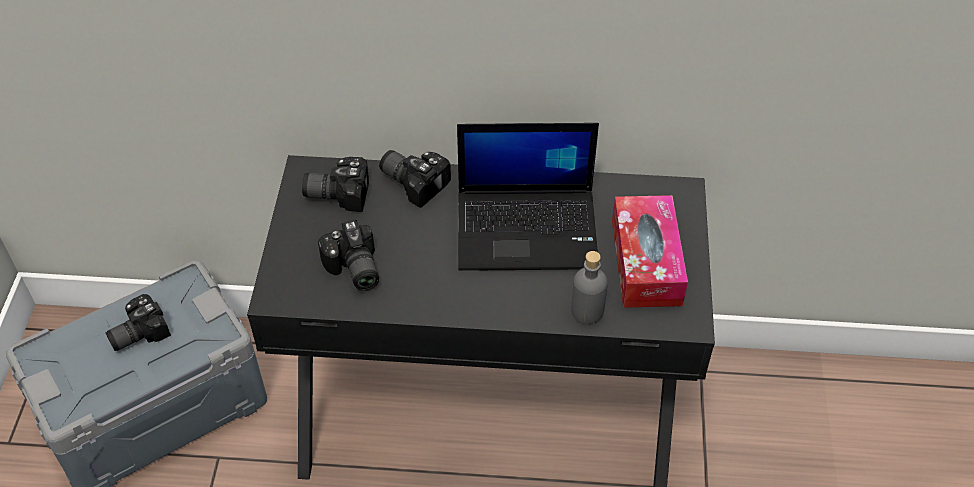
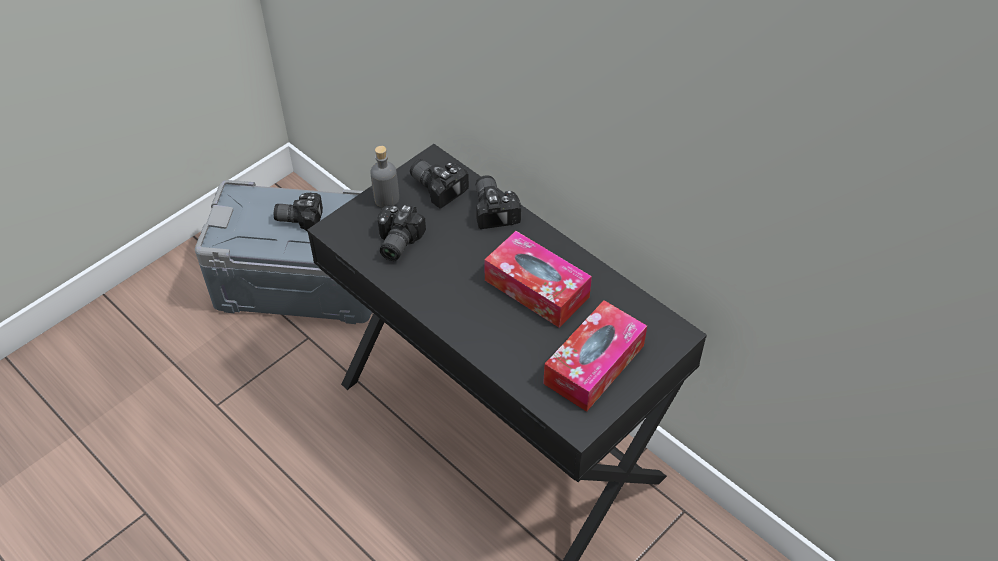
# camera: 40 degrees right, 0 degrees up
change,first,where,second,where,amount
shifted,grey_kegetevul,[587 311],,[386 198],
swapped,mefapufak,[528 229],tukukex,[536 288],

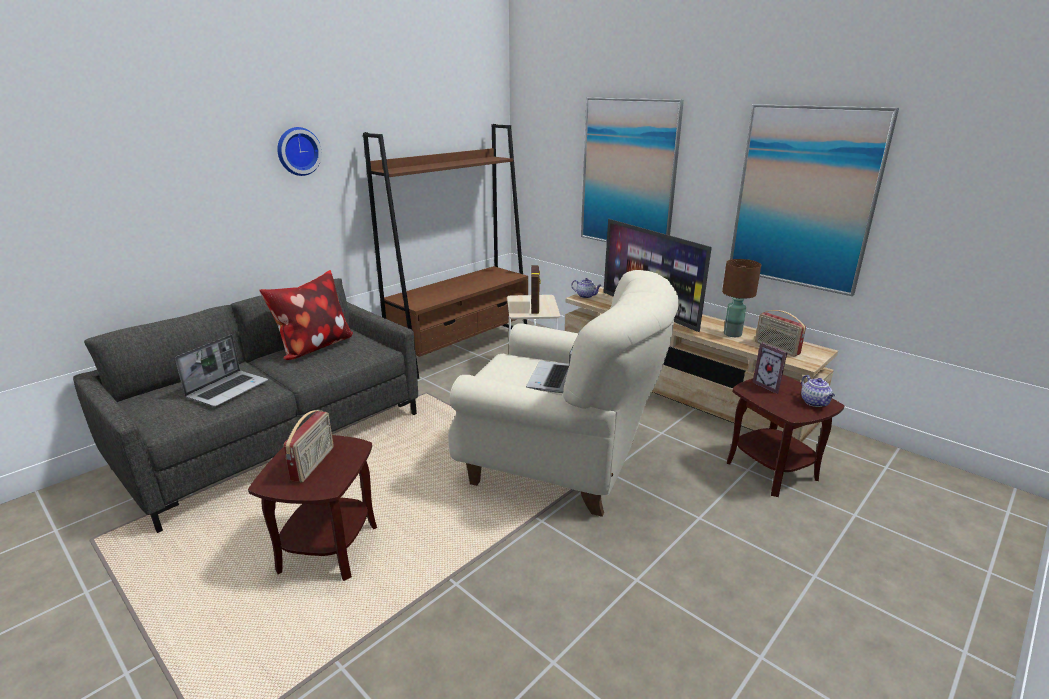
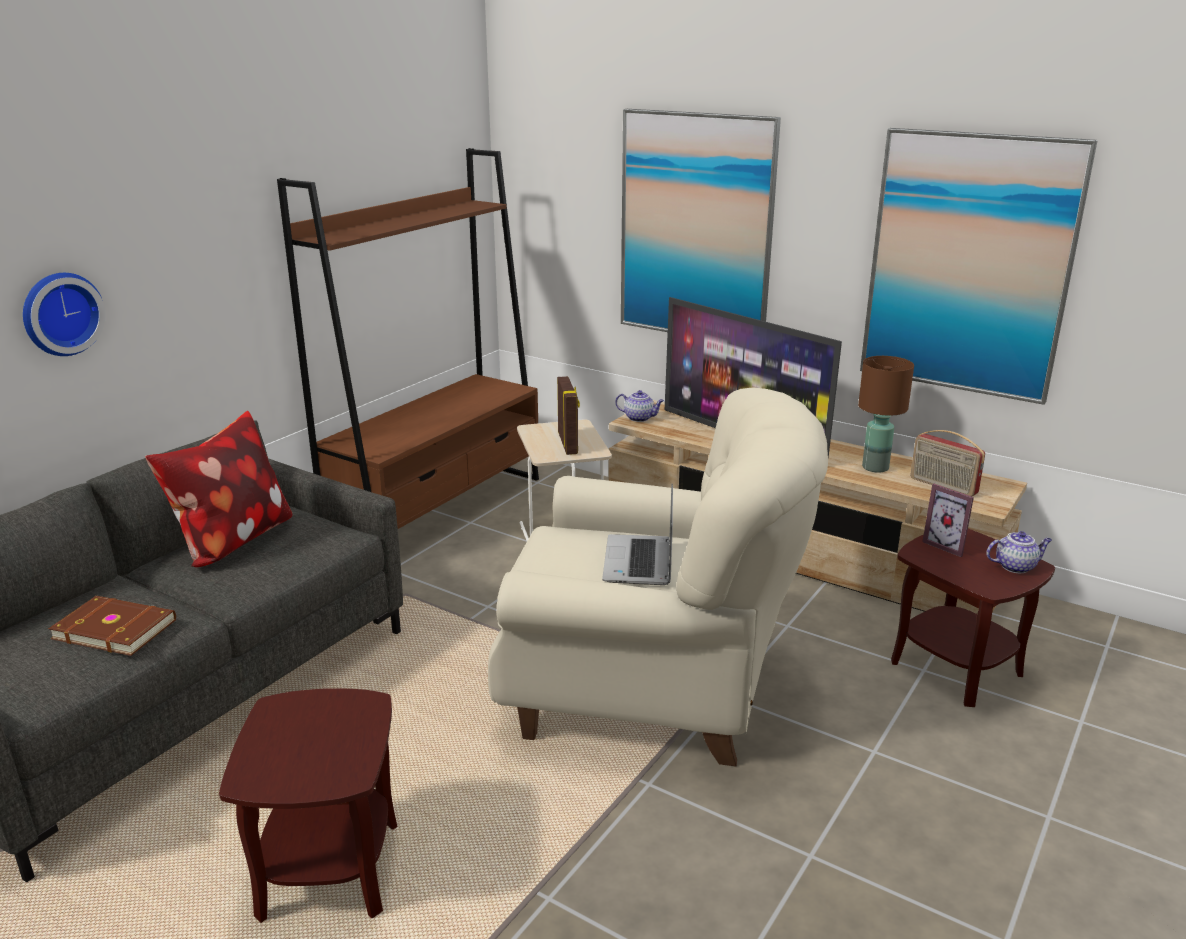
# camera: 10 degrees left, 0 degrees up
change,first,where,second,where,amount
gone,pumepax,[314 464],,,
shifted,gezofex,[298 151],,[60 313],
swapped,mefapufak,[228 389],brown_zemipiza,[115 628],
rotated,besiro,[815 403],,[1015 566],75 degrees counterclockwise

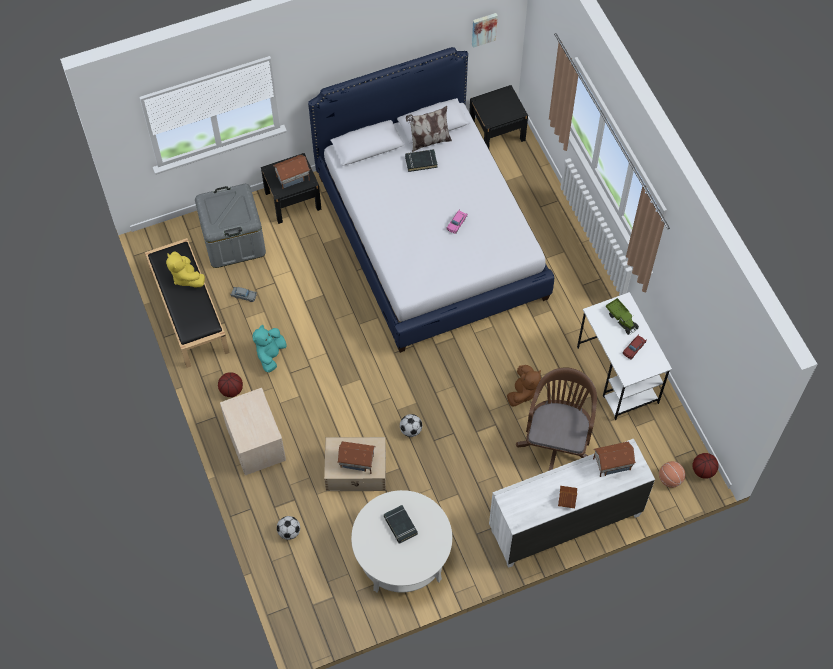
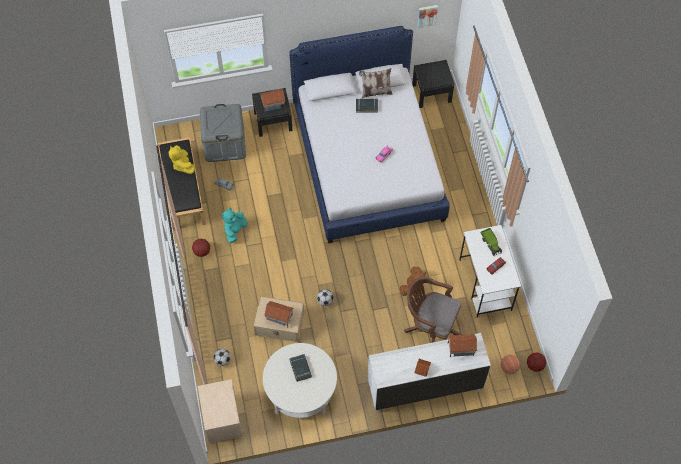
# camera: 10 degrees right, 0 degrees up
change,first,where,second,where,amount
shifted,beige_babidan,[255 442],,[222 418],
rotated,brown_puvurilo,[556 441],,[430 326],90 degrees counterclockwise

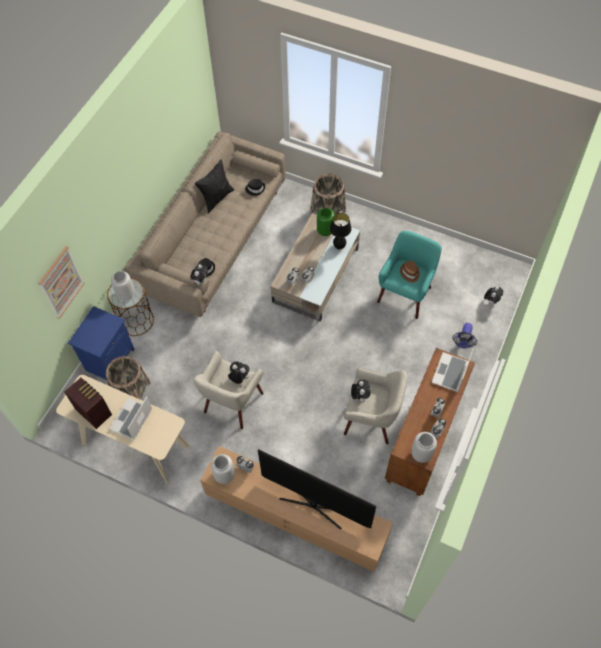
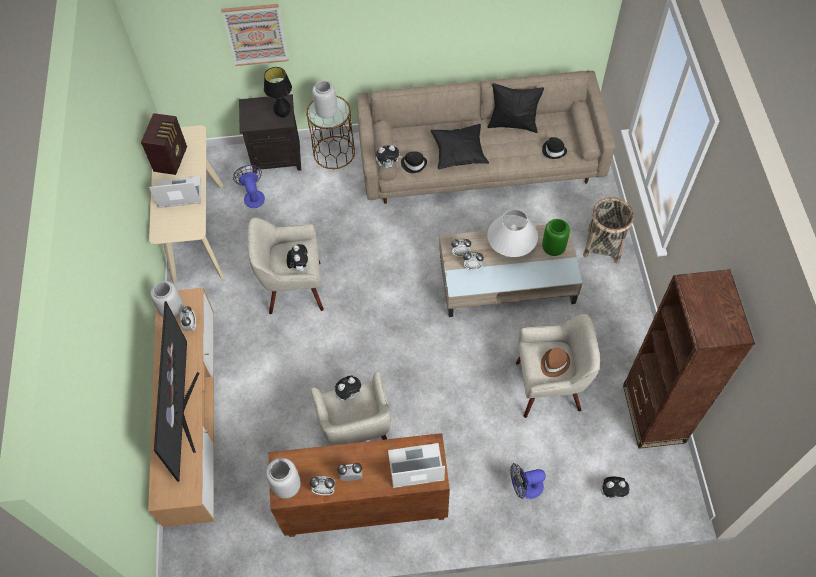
# camera: 60 degrees right, 0 degrees up
change,first,where,second,where,amount
new,,,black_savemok,[459 154],
new,,,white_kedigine,[510 247],
new,,,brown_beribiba,[653 414],
shifted,black_kedigine,[339 247],,[283 115],
swapped,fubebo,[132 392],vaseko,[253 196],
repainted,blue_babidan,[109 359],black_babidan,[277 157],
repainted,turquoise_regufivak,[405 294],beige_regufivak,[549 387],

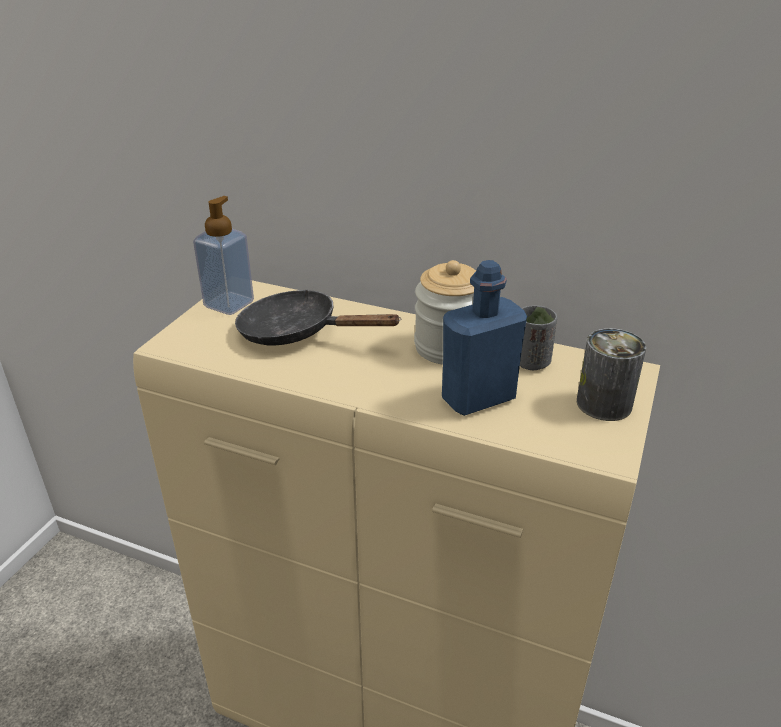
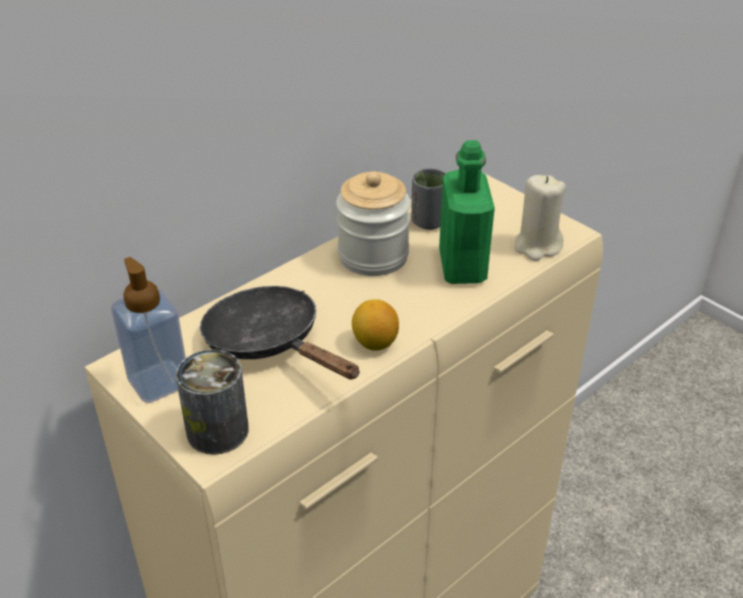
# camera: 65 degrees left, 5 degrees up
change,first,where,second,where,amount
new,,,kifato,[375 343],
new,,,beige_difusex,[537 246],
shifted,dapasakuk,[604 404],,[217 431],
repainted,blue_kegetevul,[478 398],green_kegetevul,[462 266],
rotated,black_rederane,[298 332],,[270 343],90 degrees clockwise

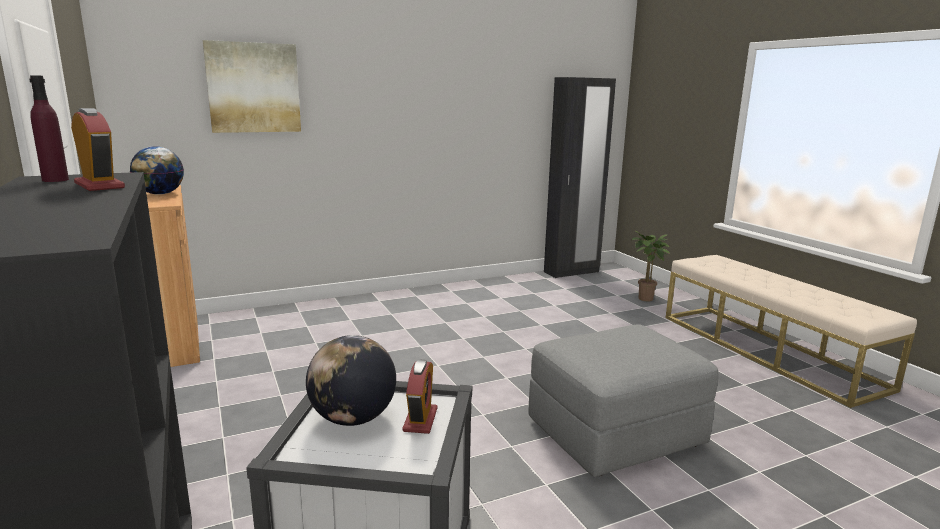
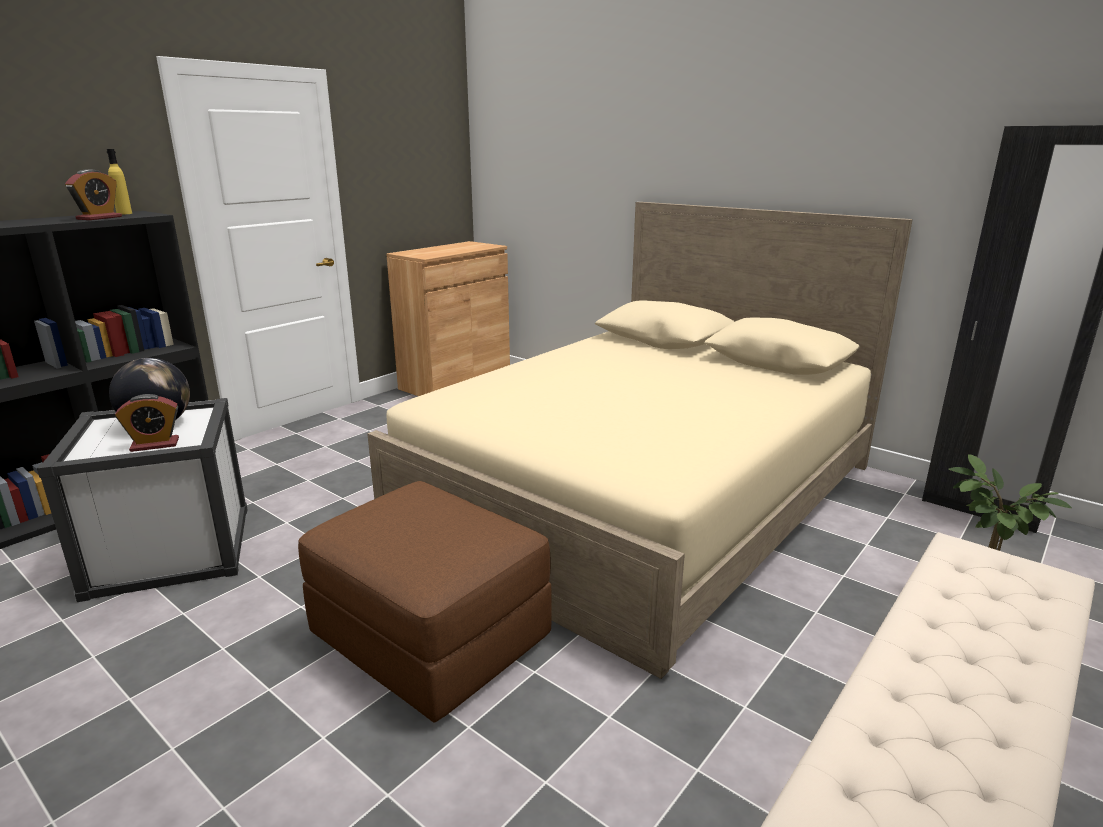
# camera: 65 degrees right, 5 degrees up
change,first,where,second,where,amount
gone,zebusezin,[160 194],,,
gone,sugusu,[253 88],,,
new,,,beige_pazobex,[643 495],
repainted,purple_kegetevul,[55 180],yellow_kegetevul,[124 213],
repainted,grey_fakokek,[615 433],brown_fakokek,[431 637],

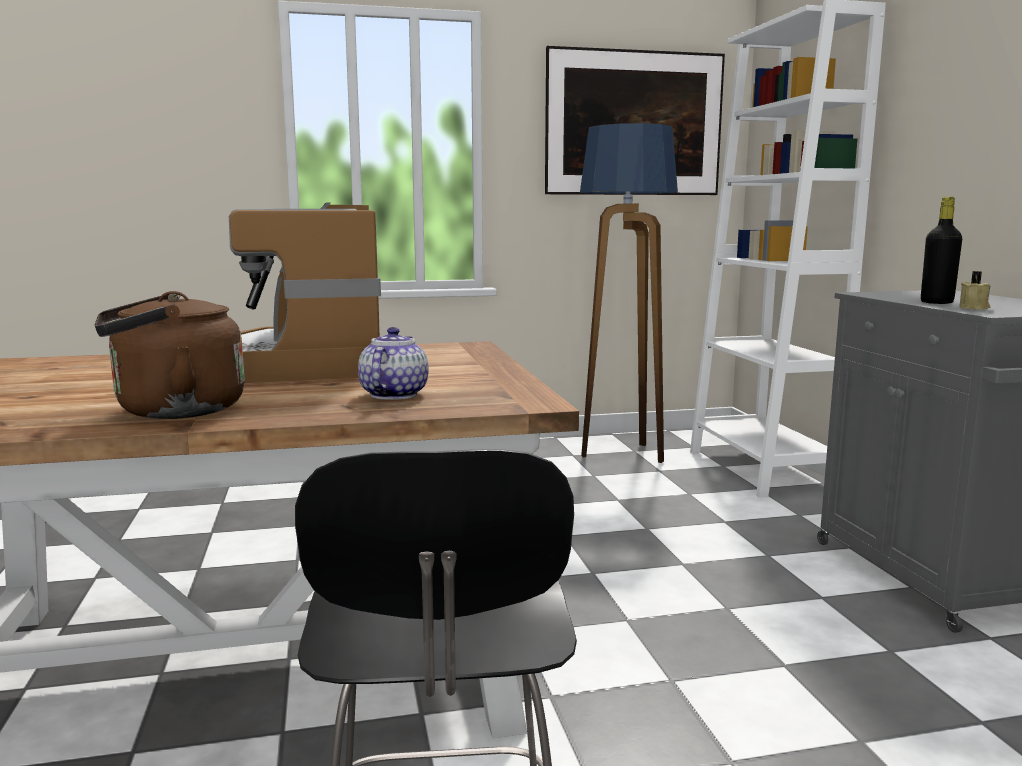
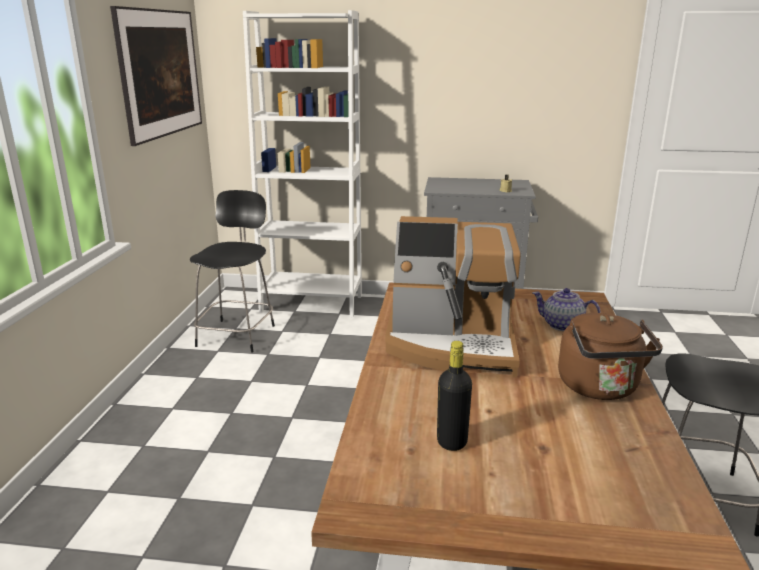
# camera: 70 degrees left, 10 degrees up
change,first,where,second,where,amount
shifted,black_kegetevul,[936 302],,[452 442],
swapped,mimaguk,[620 454],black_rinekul,[237 334],

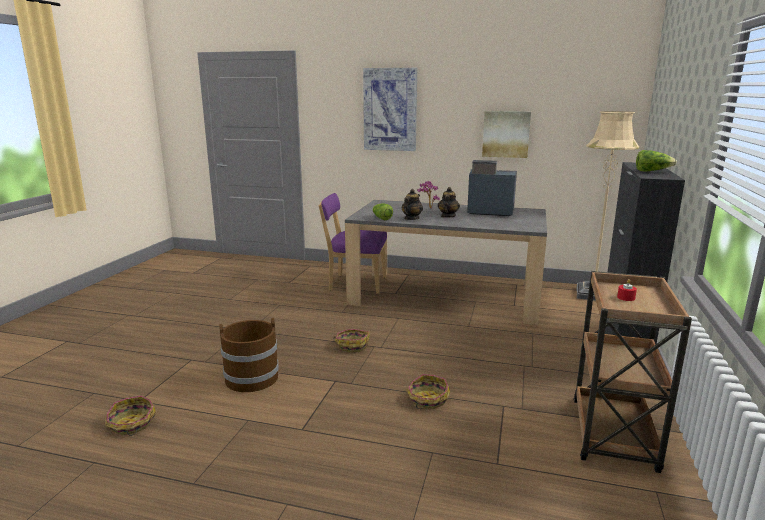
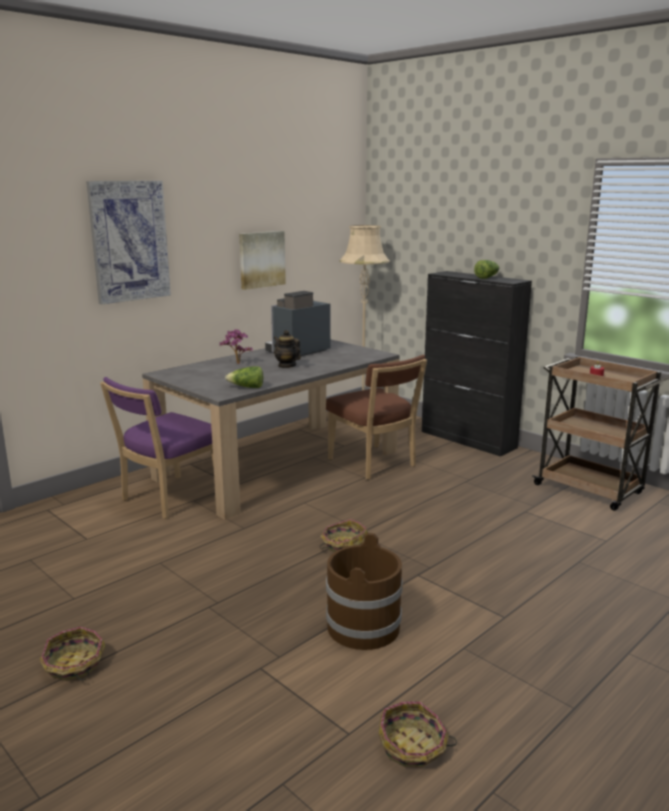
# camera: 60 degrees left, 0 degrees up
change,first,where,second,where,amount
gone,besiro,[411 218],,,
new,,,brown_rinekul,[374 464],
shifted,fubebo,[427 399],,[74 665],

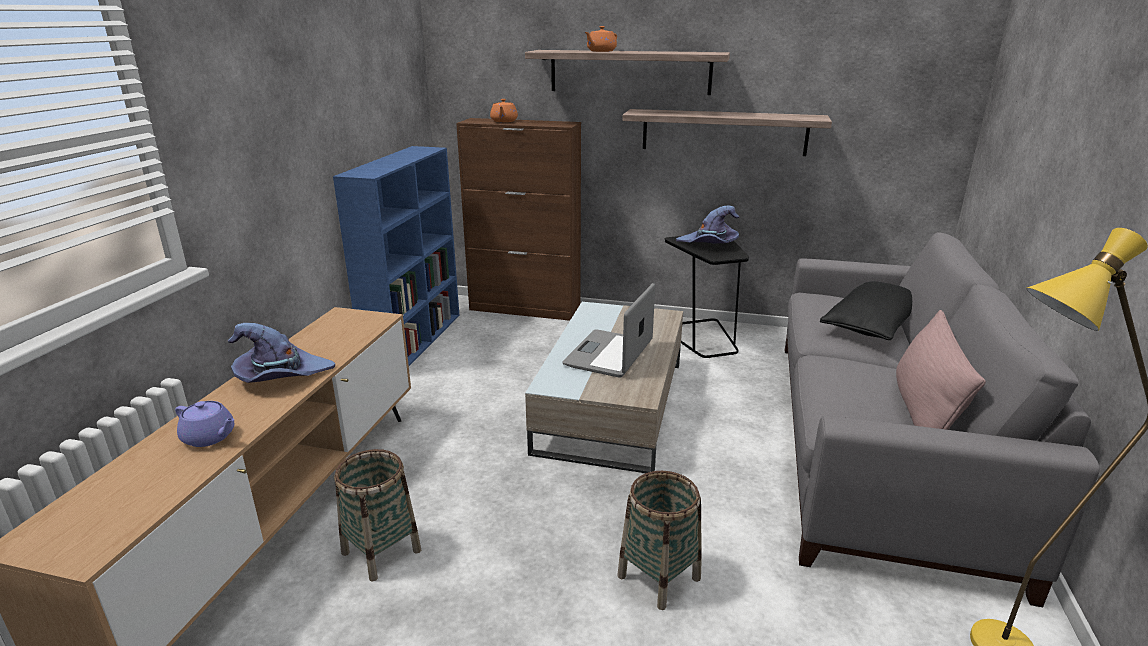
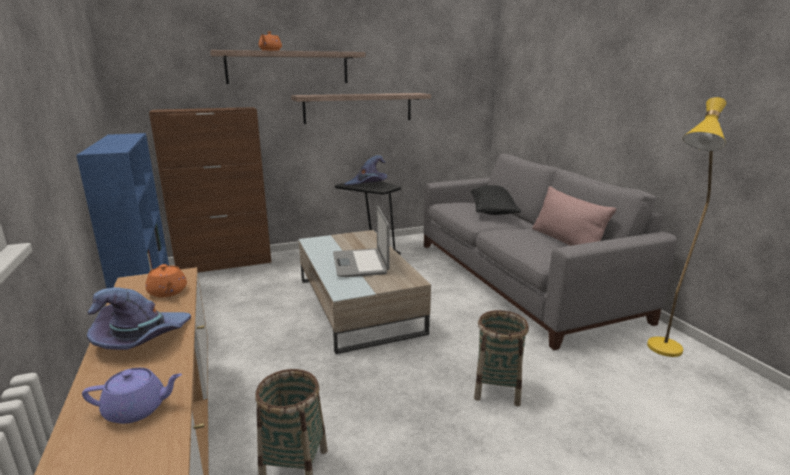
# camera: 35 degrees left, 5 degrees down
change,first,where,second,where,amount
shifted,orange_besiro,[504 121],,[168 292],

